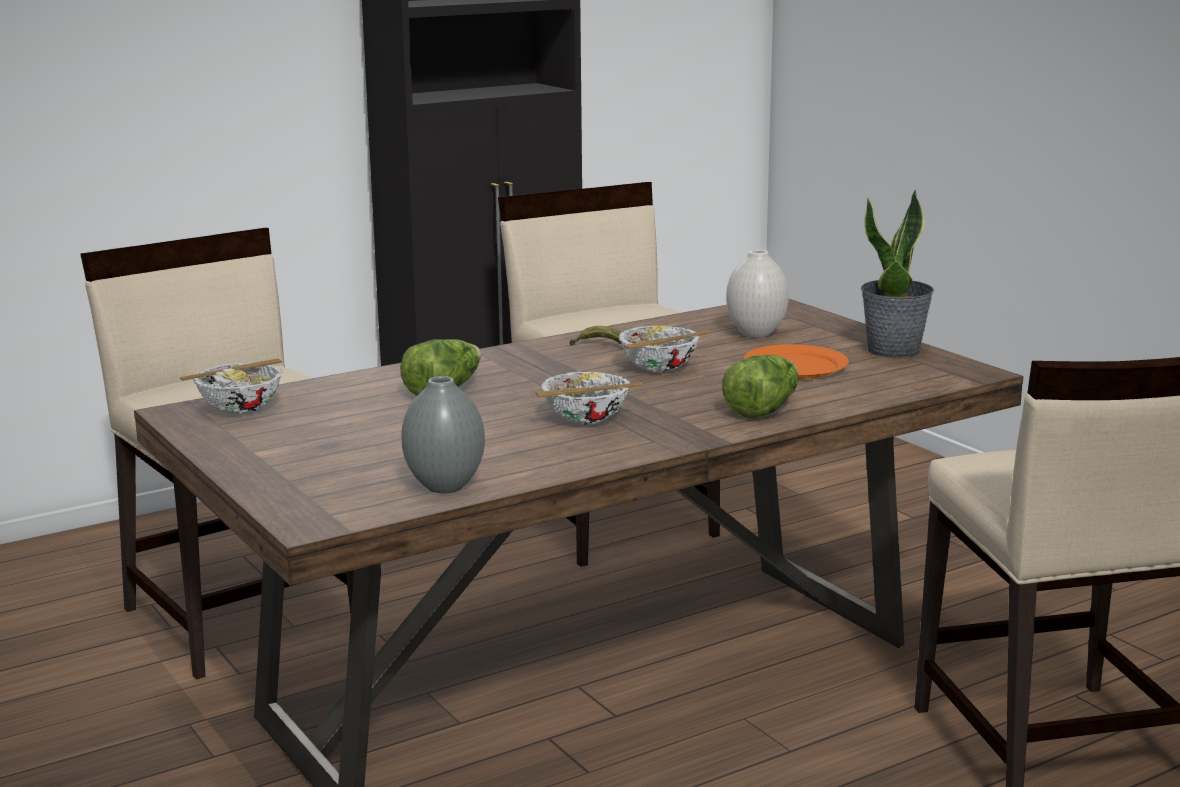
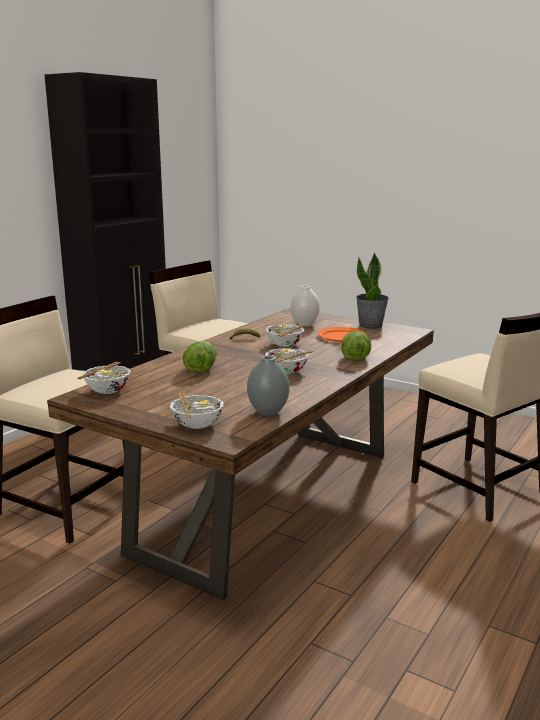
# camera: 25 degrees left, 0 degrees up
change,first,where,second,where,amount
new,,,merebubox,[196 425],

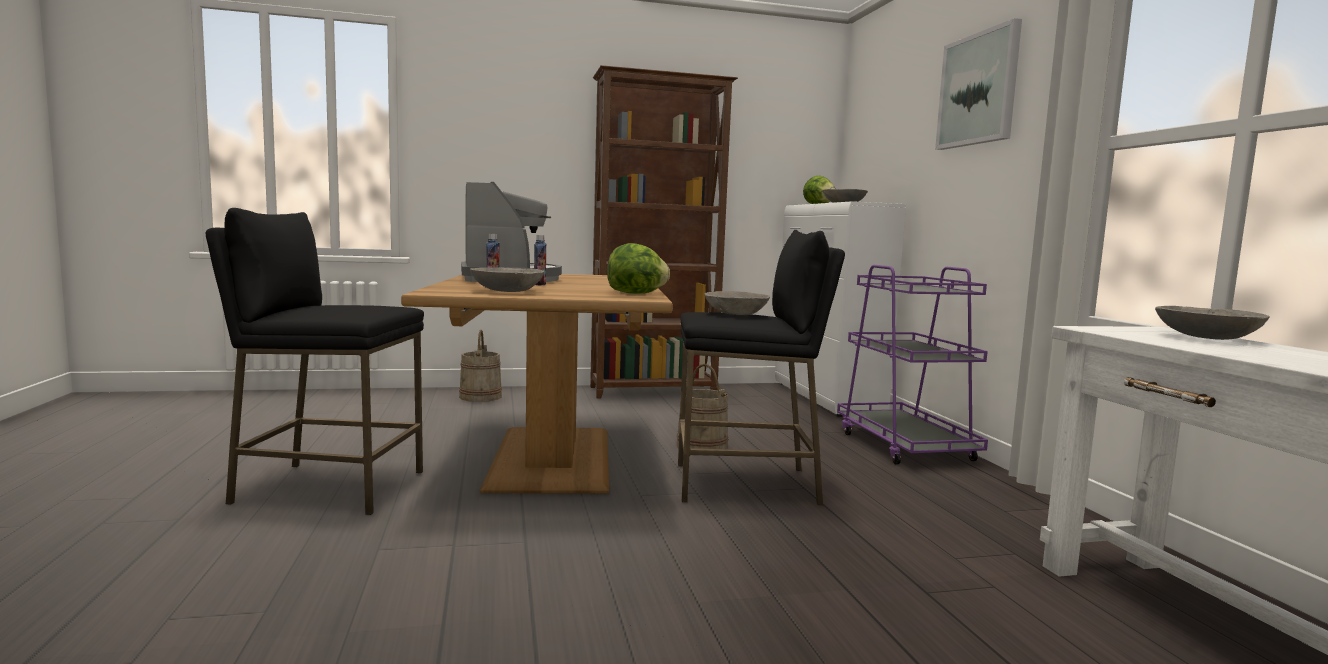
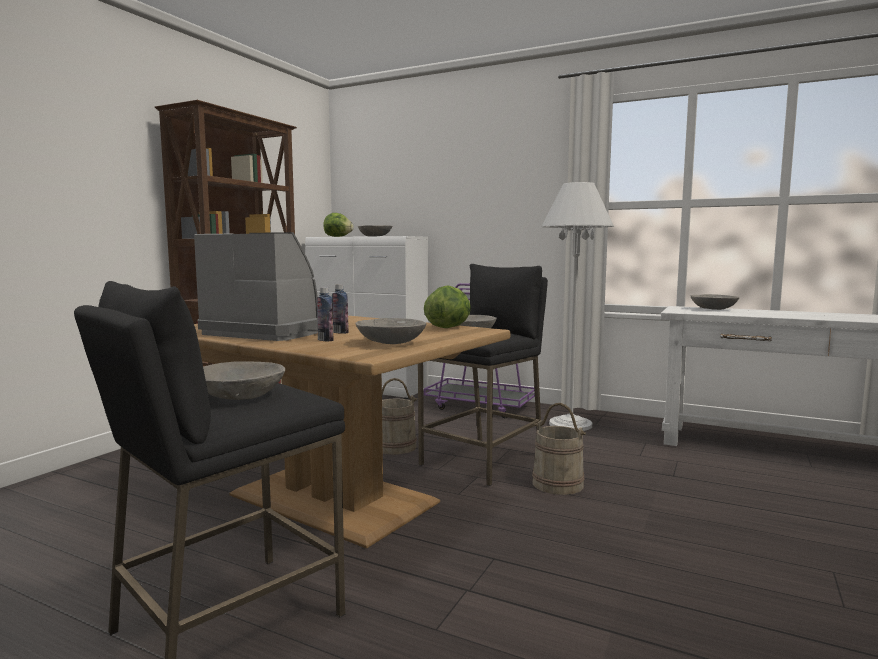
# camera: 50 degrees left, 0 degrees up
change,first,where,second,where,amount
gone,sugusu,[978 89],,,
new,,,grey_merebubox,[238 396],
new,,,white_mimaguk,[570 424],
shifted,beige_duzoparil,[481 396],,[558 484],

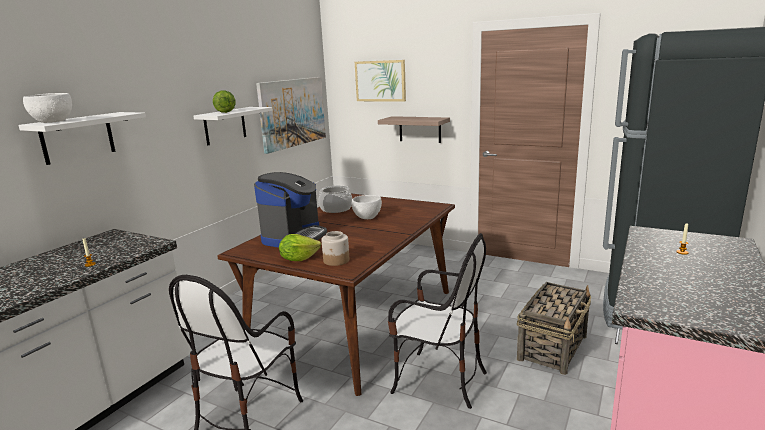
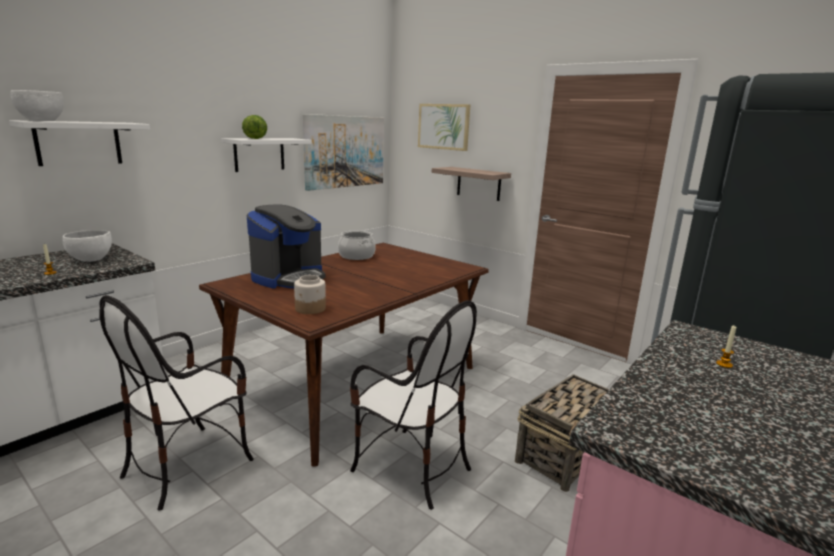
# camera: 10 degrees right, 0 degrees up
change,first,where,second,where,amount
gone,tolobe,[298 259],,,
shifted,white_merebubox,[367 217],,[91 259],

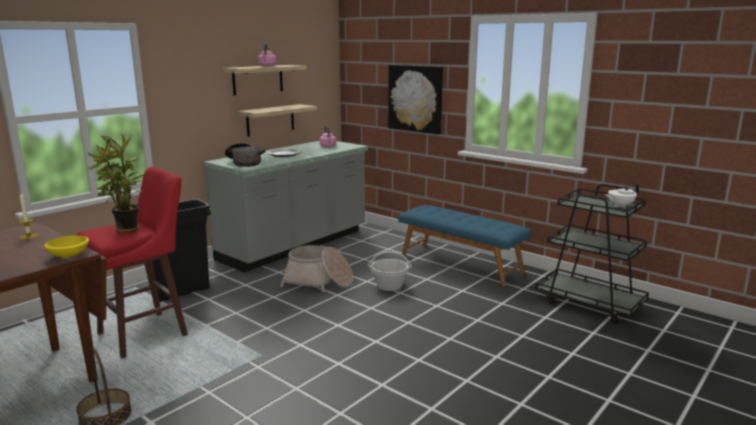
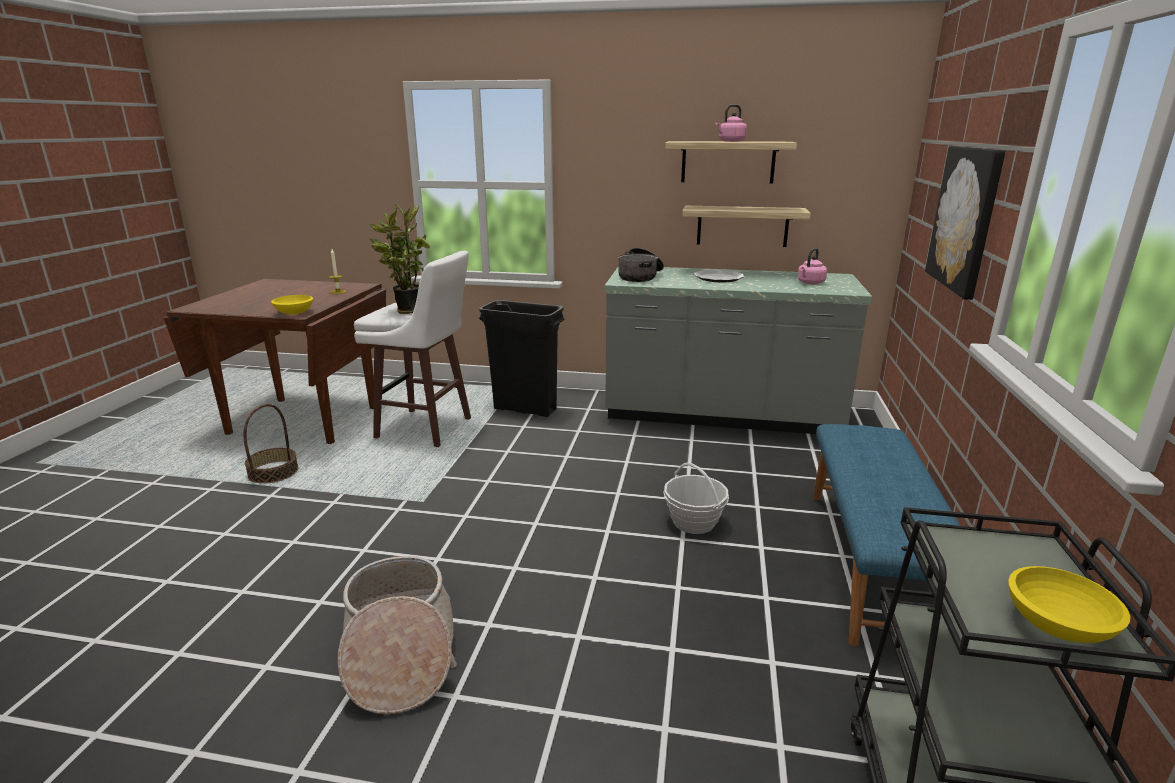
# camera: 60 degrees right, 5 degrees up
change,first,where,second,where,amount
shifted,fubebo,[318 282],,[400 654],
swapped,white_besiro,[620 206],yellow_merebubox,[1056 624],
repainted,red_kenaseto,[146 334],white_kenaseto,[426 429],

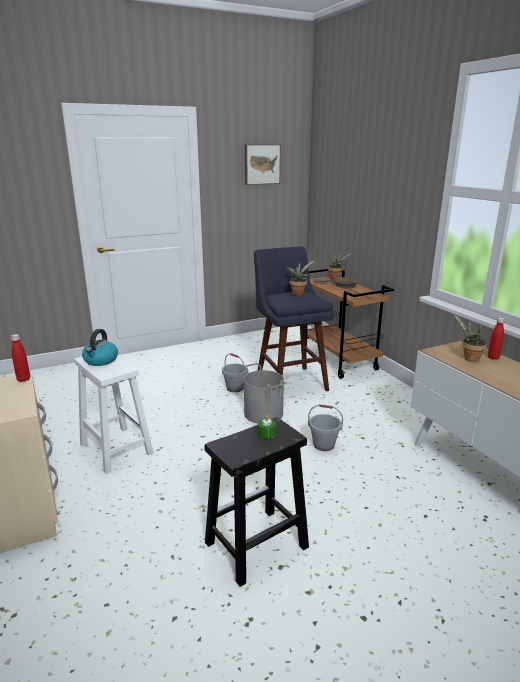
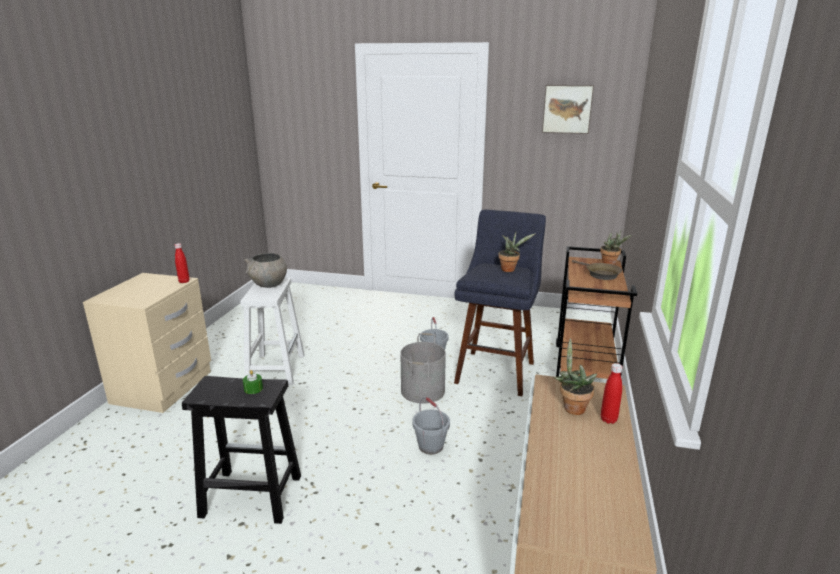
# camera: 40 degrees right, 0 degrees up
change,first,where,second,where,amount
swapped,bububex,[101 360],grey_merebubox,[268 285],

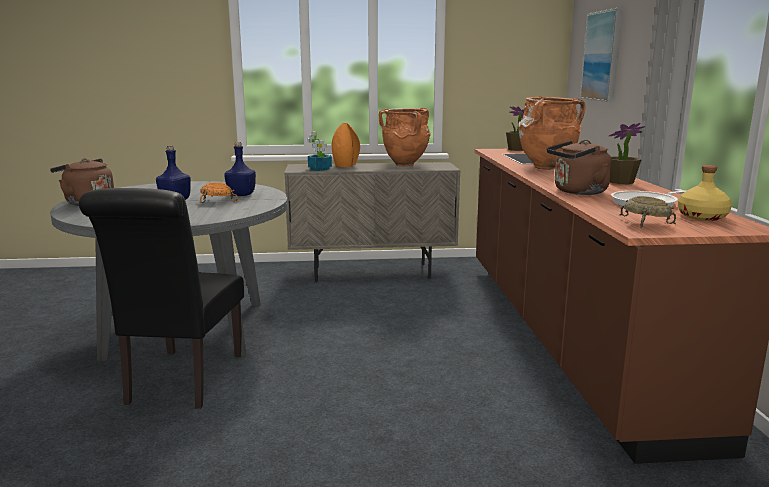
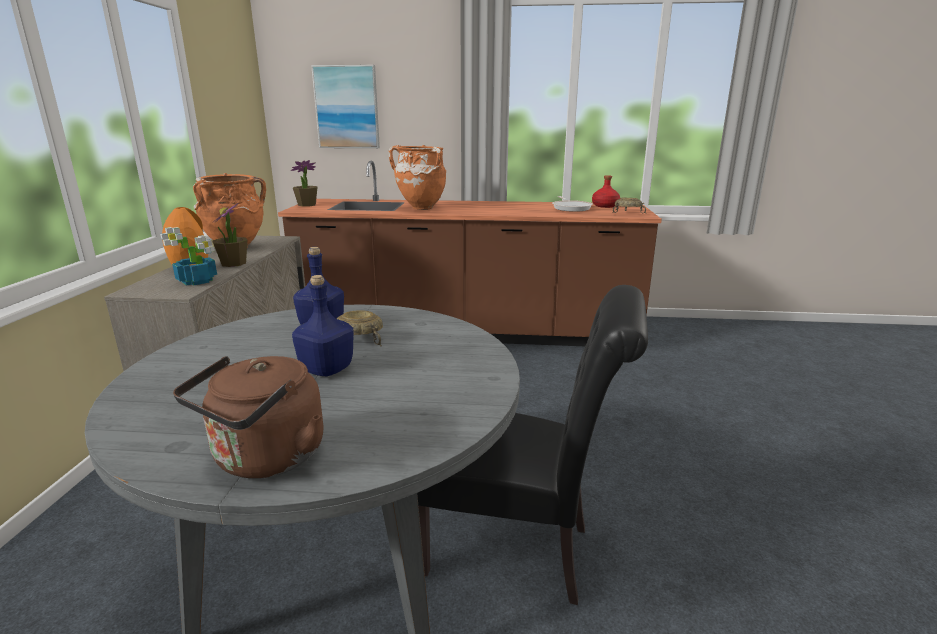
# camera: 80 degrees left, 5 degrees up
change,first,where,second,where,amount
gone,brown_bububex,[577 192],,,
shifted,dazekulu,[620 182],,[233 263],
repainted,orange_merebubox,[216 201],beige_merebubox,[359 341],
repainted,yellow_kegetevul,[701 217],red_kegetevul,[605 206],

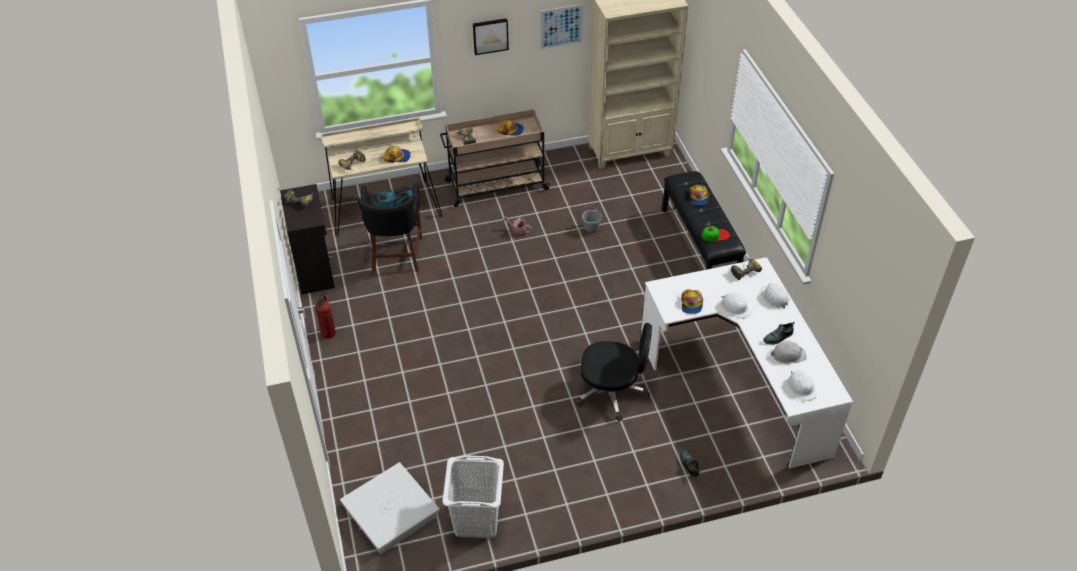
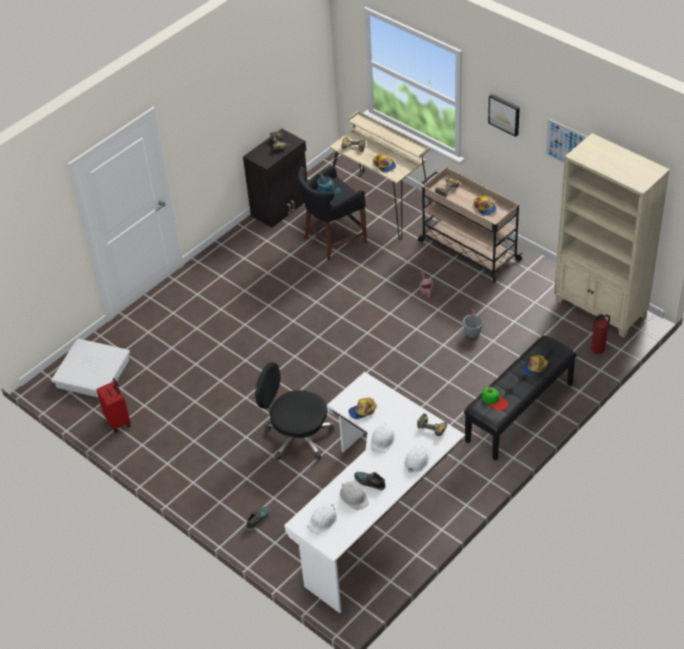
# camera: 60 degrees right, 0 degrees up
change,first,where,second,where,amount
shifted,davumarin,[328 333],,[598 349],
swapped,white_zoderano,[477 519],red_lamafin,[118 421],
rotated,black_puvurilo,[612 392],,[297 437],135 degrees clockwise

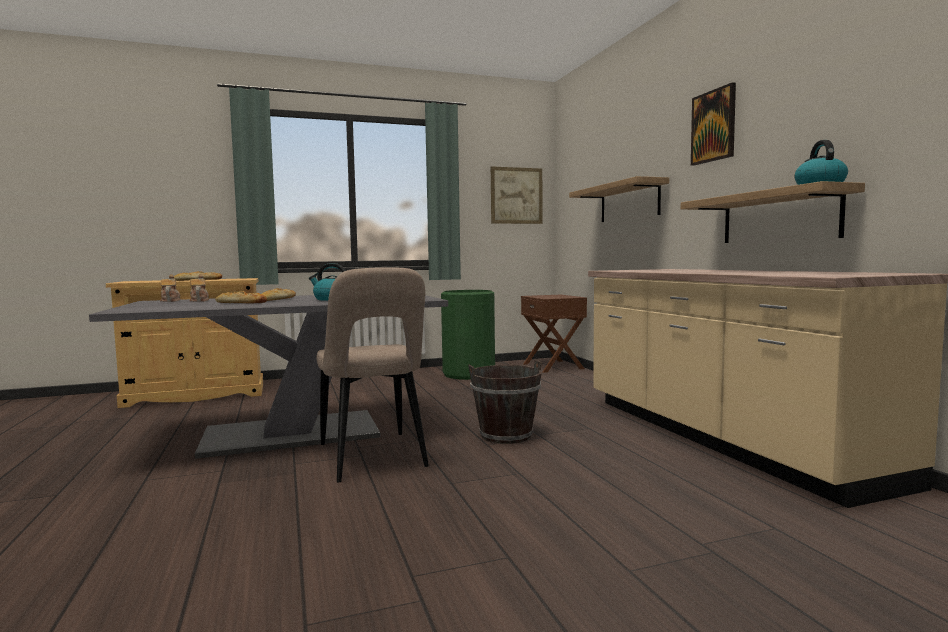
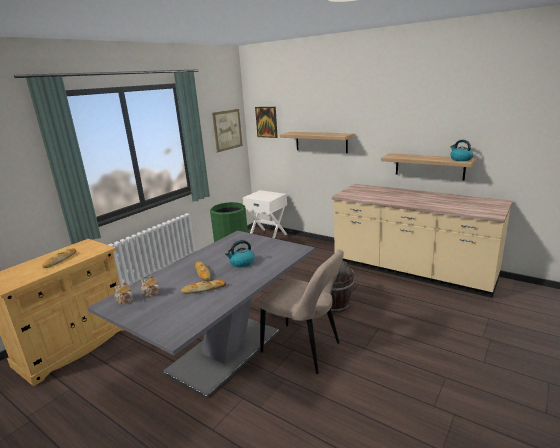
# camera: 35 degrees left, 15 degrees up
change,first,where,second,where,amount
shifted,sugusu,[713 126],,[266 122],
repainted,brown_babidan,[553 366],white_babidan,[268 236],

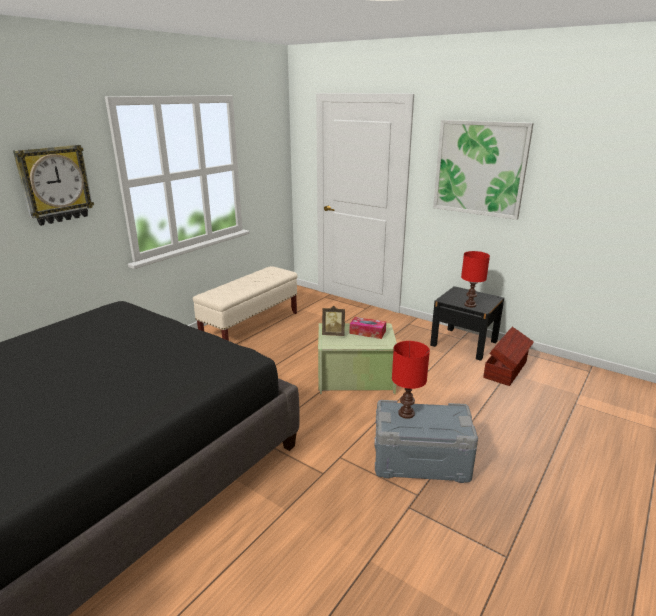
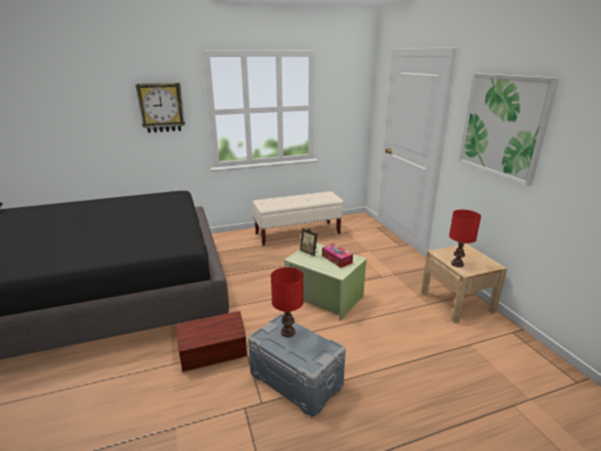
# camera: 35 degrees right, 0 degrees up
change,first,where,second,where,amount
shifted,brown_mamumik,[506 370],,[214 354],
repainted,black_babidan,[464 343],beige_babidan,[456 302],

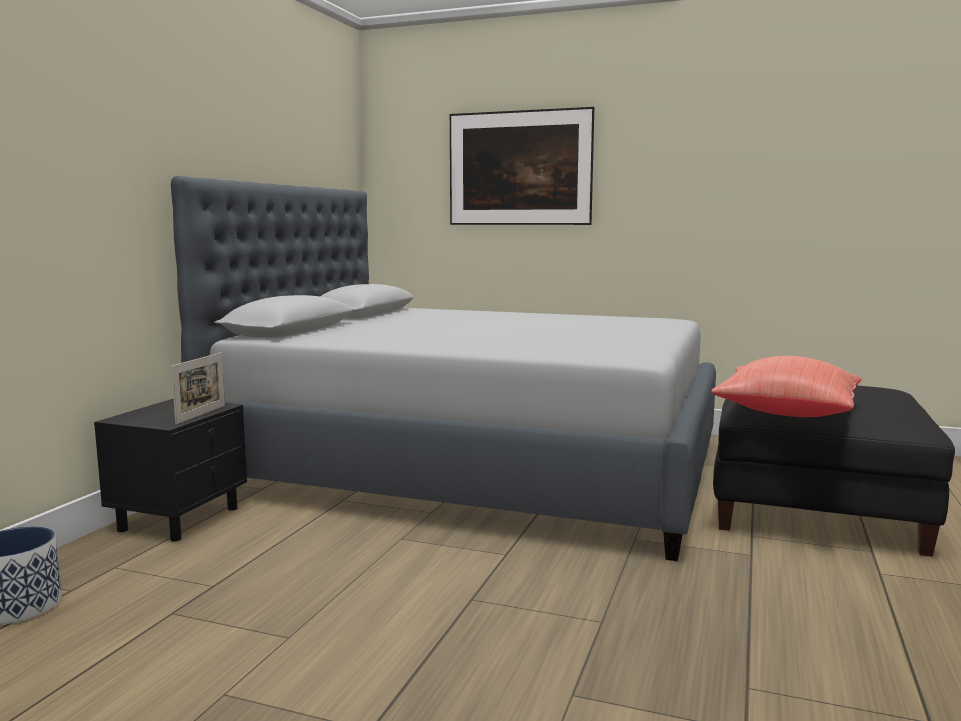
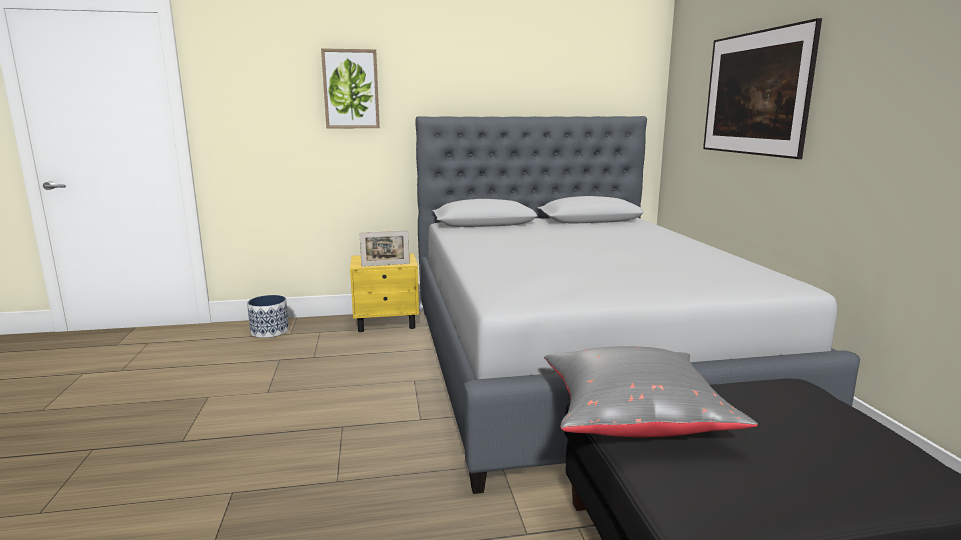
# camera: 60 degrees right, 5 degrees up
change,first,where,second,where,amount
new,,,sugusu,[351 89],
repainted,black_babidan,[181 518],yellow_babidan,[387 323],
repainted,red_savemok,[786 413],grey_savemok,[633 418],

